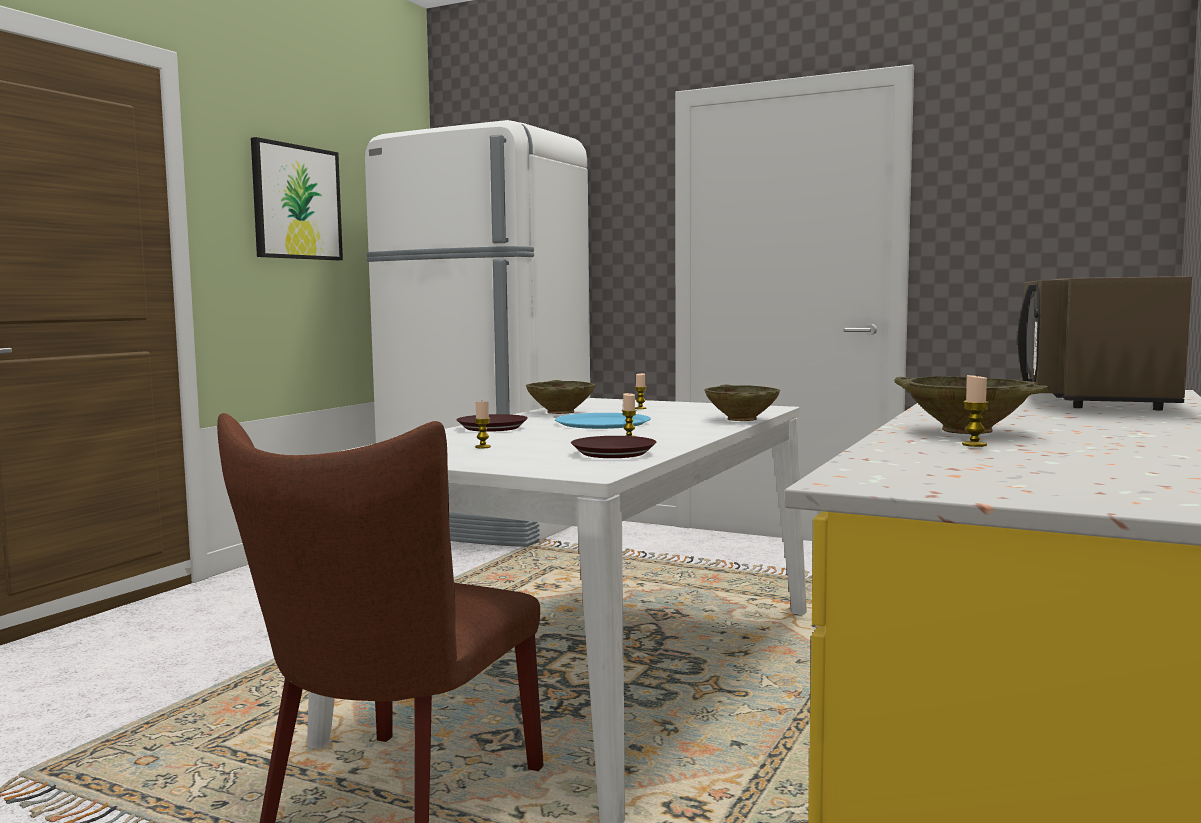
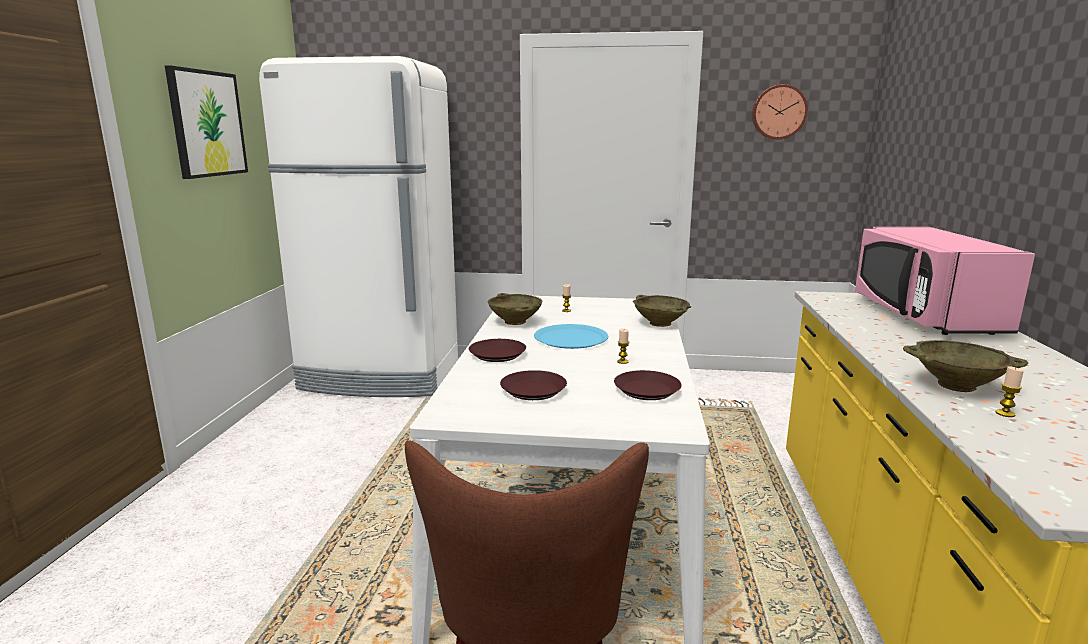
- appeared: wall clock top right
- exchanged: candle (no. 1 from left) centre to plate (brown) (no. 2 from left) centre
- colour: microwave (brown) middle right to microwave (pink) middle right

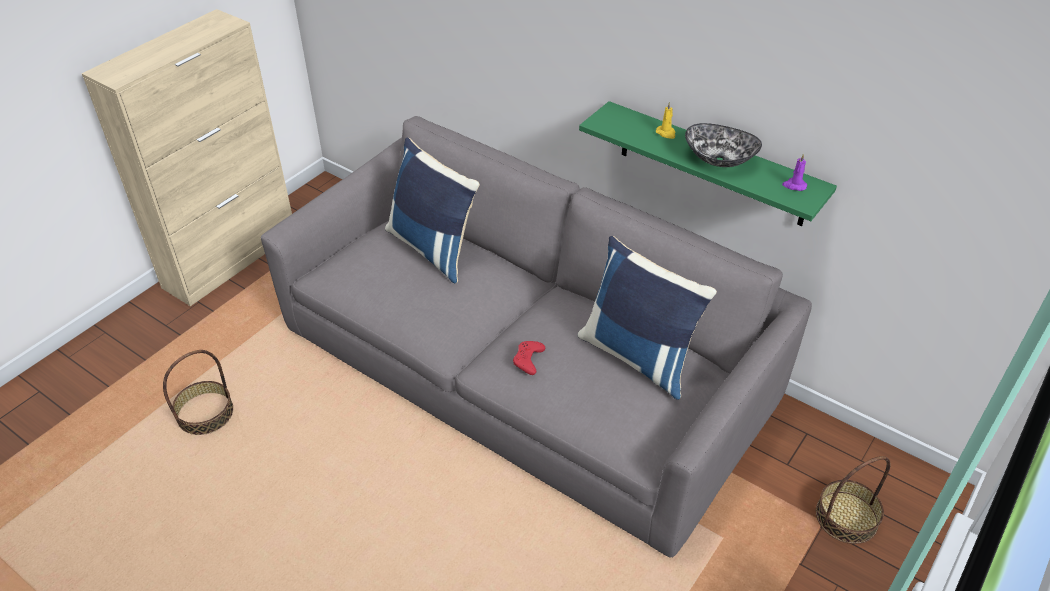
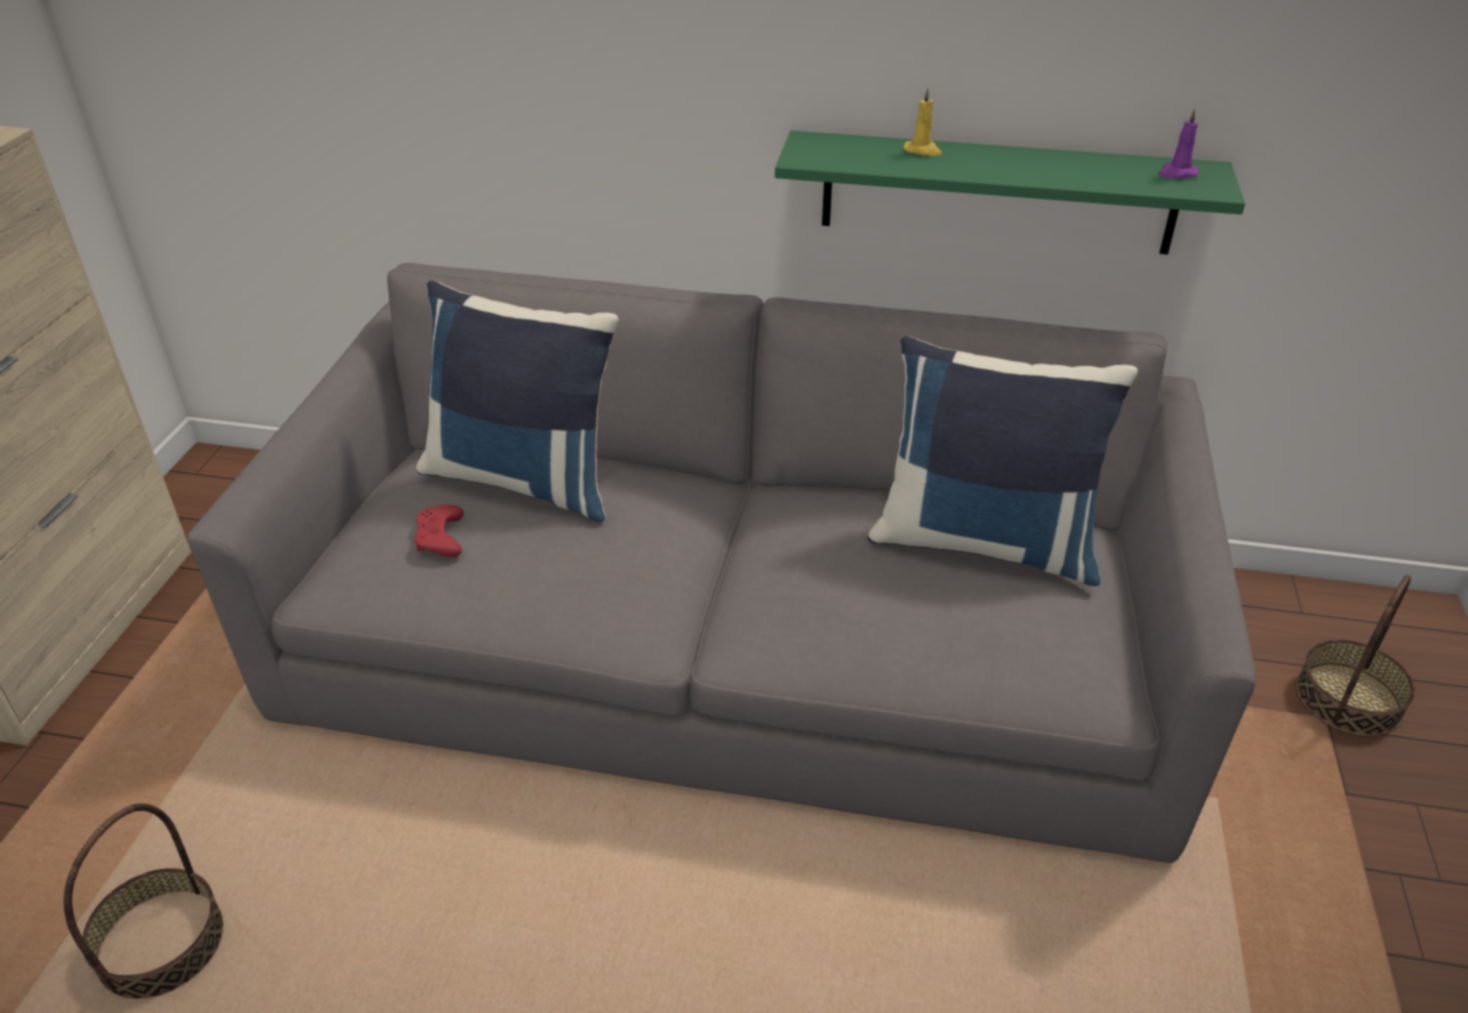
- missing: bowl top right
- relocated: game controller (red) centre to middle left

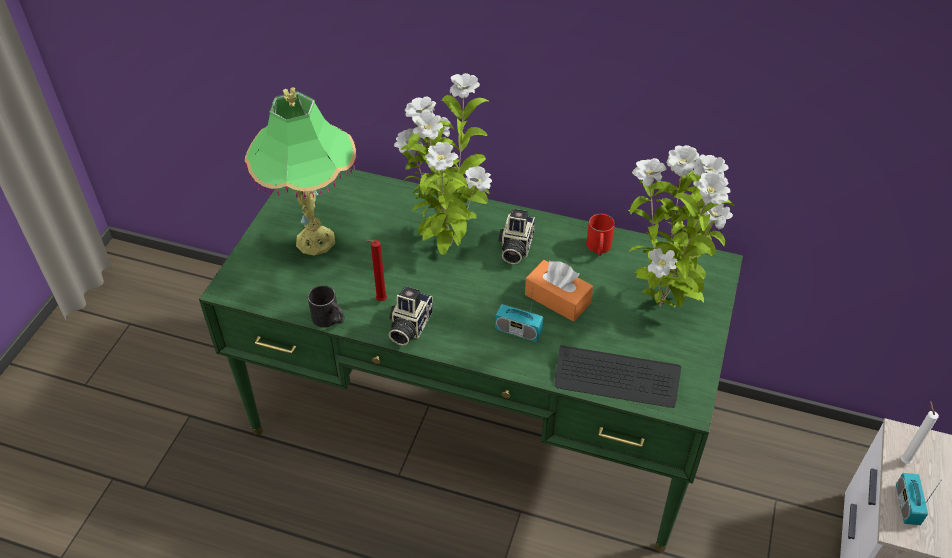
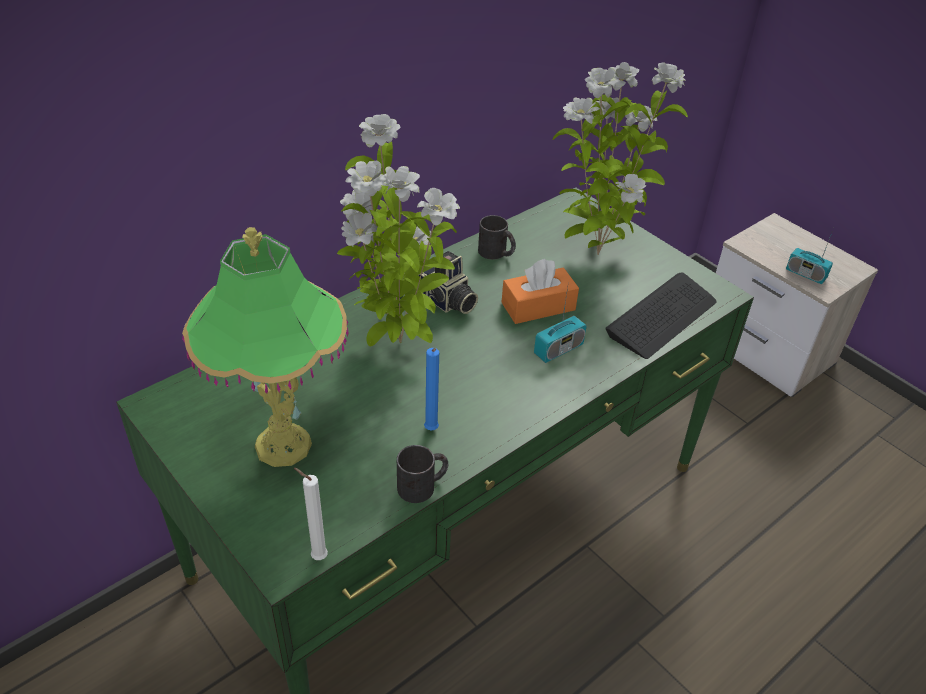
- missing: photo camera (no. 1 from left) centre
- relocated: candle (white) bottom right to bottom centre
- colour: candle (red) centre to candle (blue) centre
- colour: mug (red) centre to mug (black) (no. 2 from left) centre

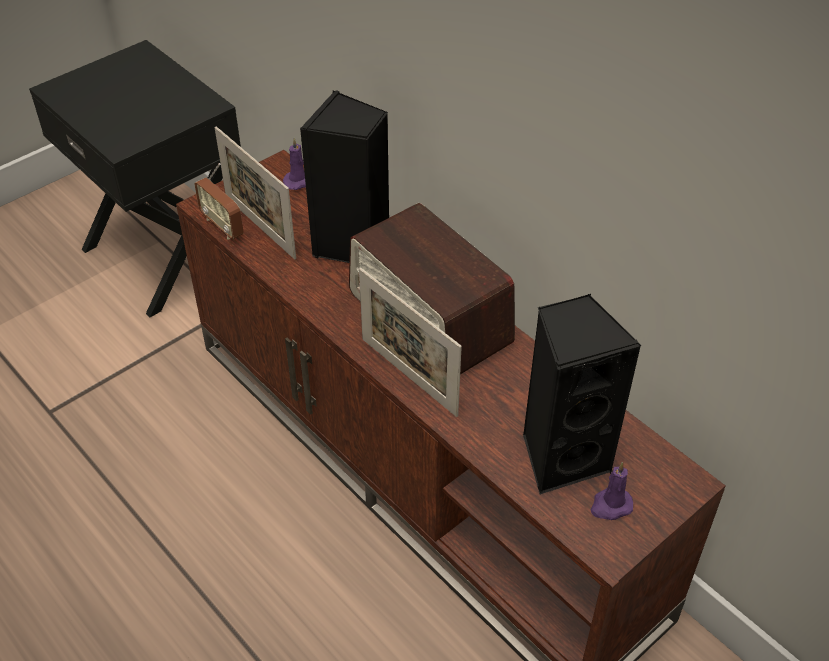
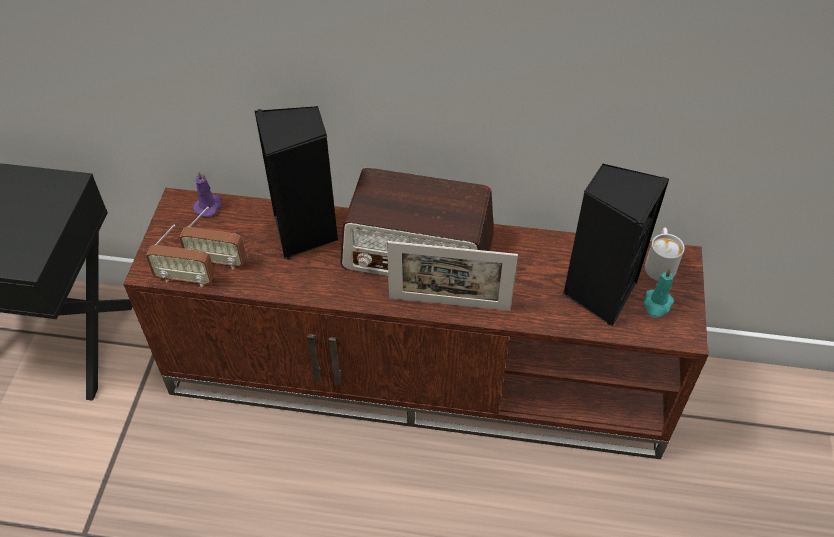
- appeared: mug (white) middle right
- exchanged: picture frame (no. 1 from left) top left to radio (no. 2 from left) middle left
- colour: candle (purple) (no. 2 from left) bottom right to candle (turquoise) middle right

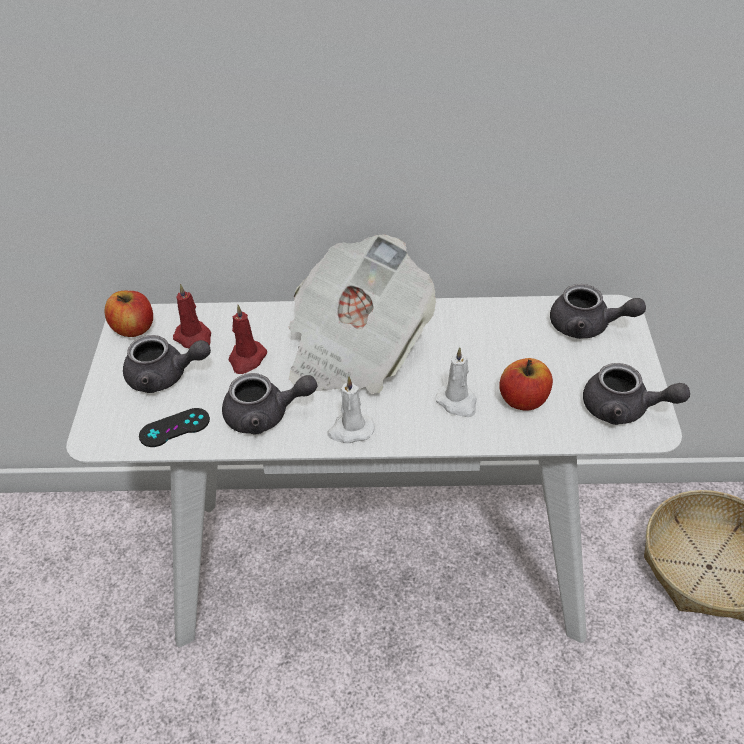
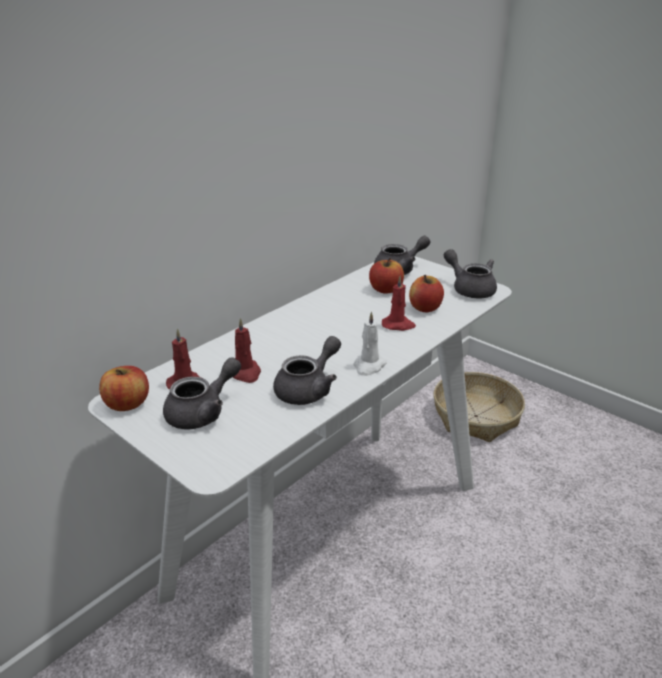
- missing: game controller (black) middle left
- missing: newspaper centre
- appeared: apple (no. 2 from left) centre
- colour: candle (white) (no. 2 from left) centre to candle (red) (no. 3 from left) centre
- spun: teapot (grey) (no. 4 from left) middle right = middle right 105 degrees counterclockwise

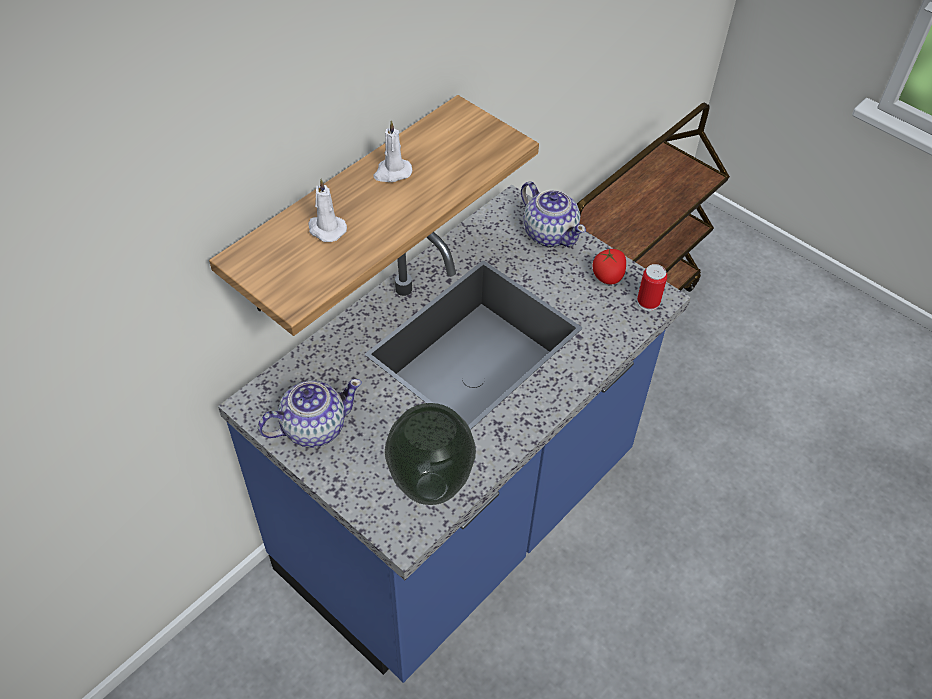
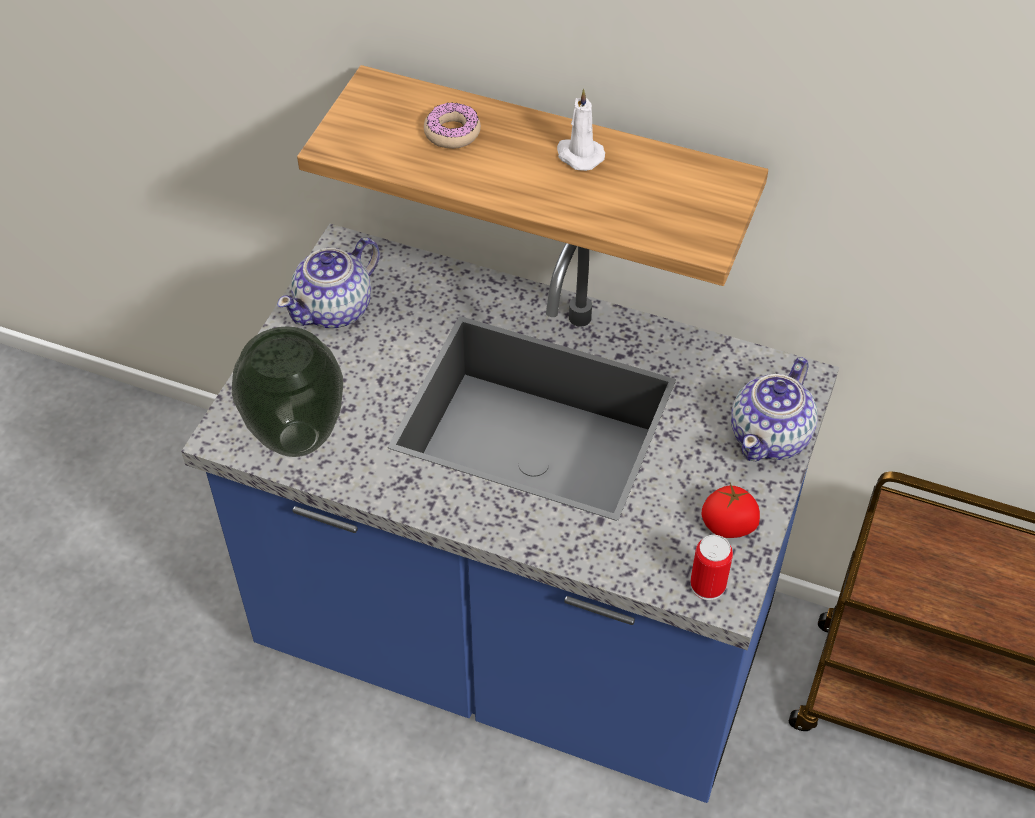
- exchanged: candle (white) (no. 1 from left) top centre to donut top centre
- spun: teapot (no. 1 from left) middle left = middle left 90 degrees clockwise

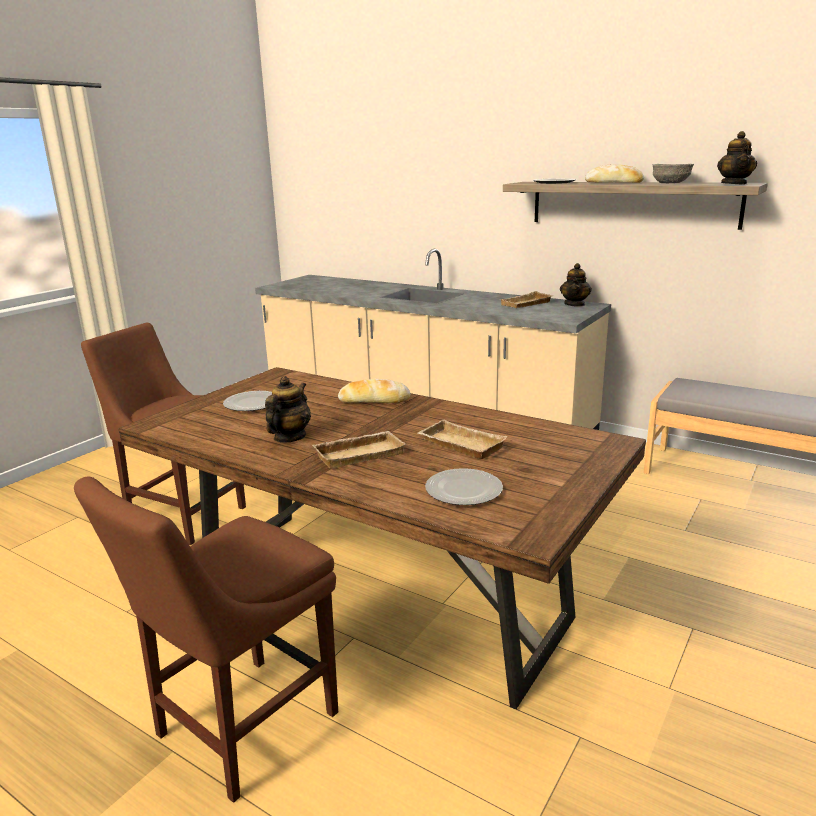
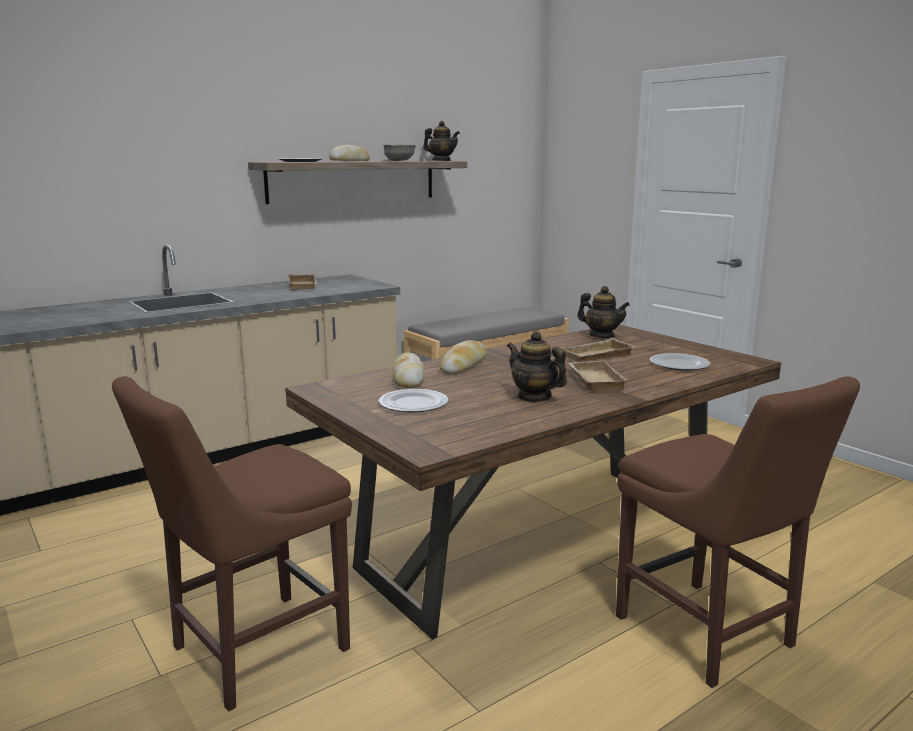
- appeared: bread (no. 2 from left) centre
- relocated: teapot (no. 2 from left in the first image) middle right to teapot (no. 3 from left) centre

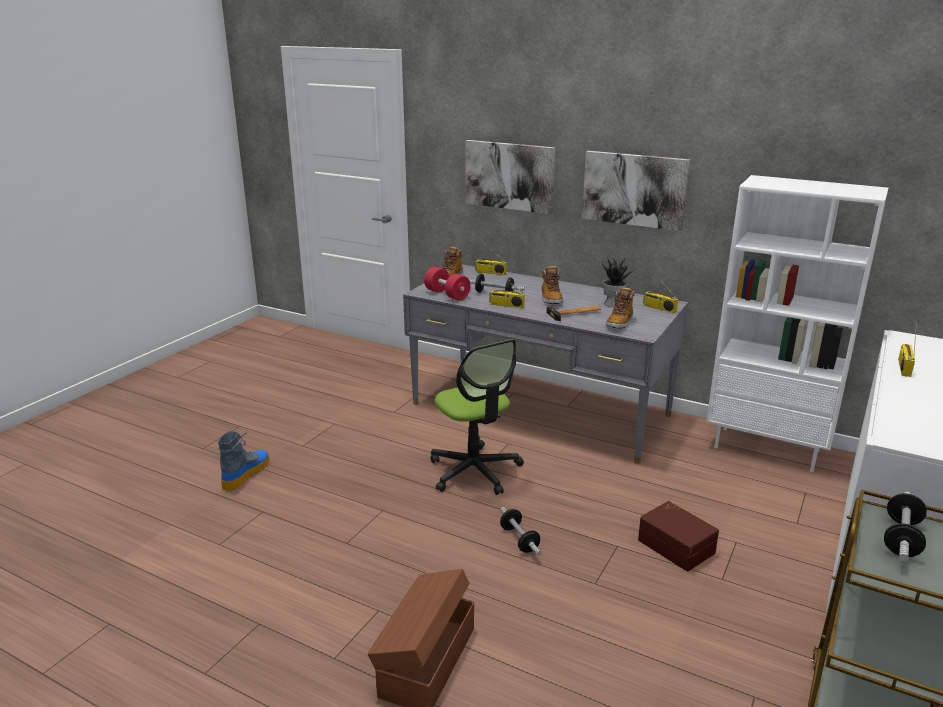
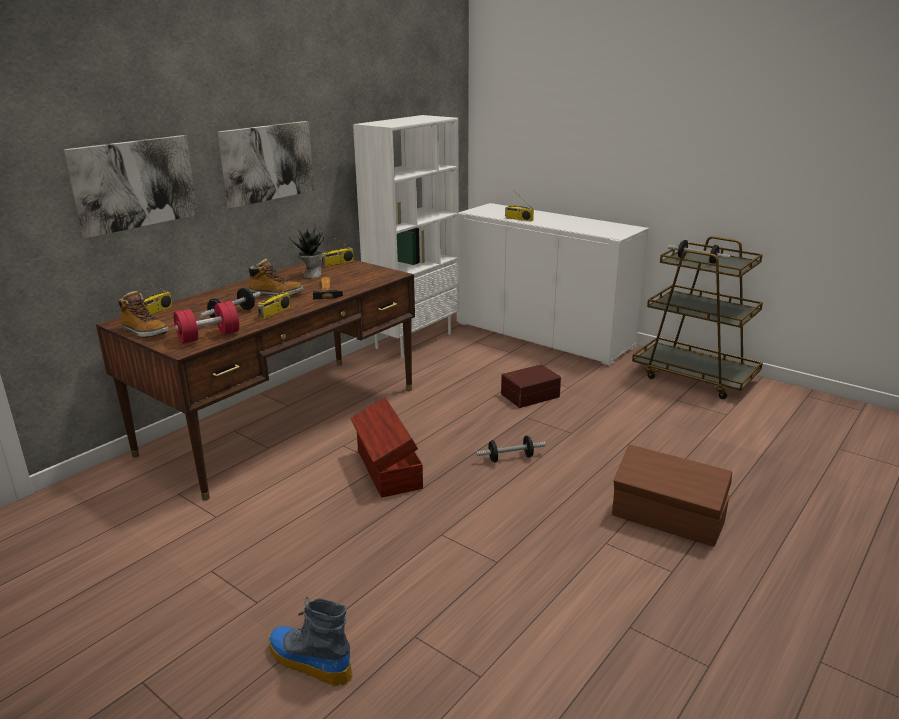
- missing: boot (no. 4 from left) centre
- exchanged: office chair centre to storage box (brown) (no. 1 from left) centre
- colour: desk (grey) centre to desk (brown) middle left

